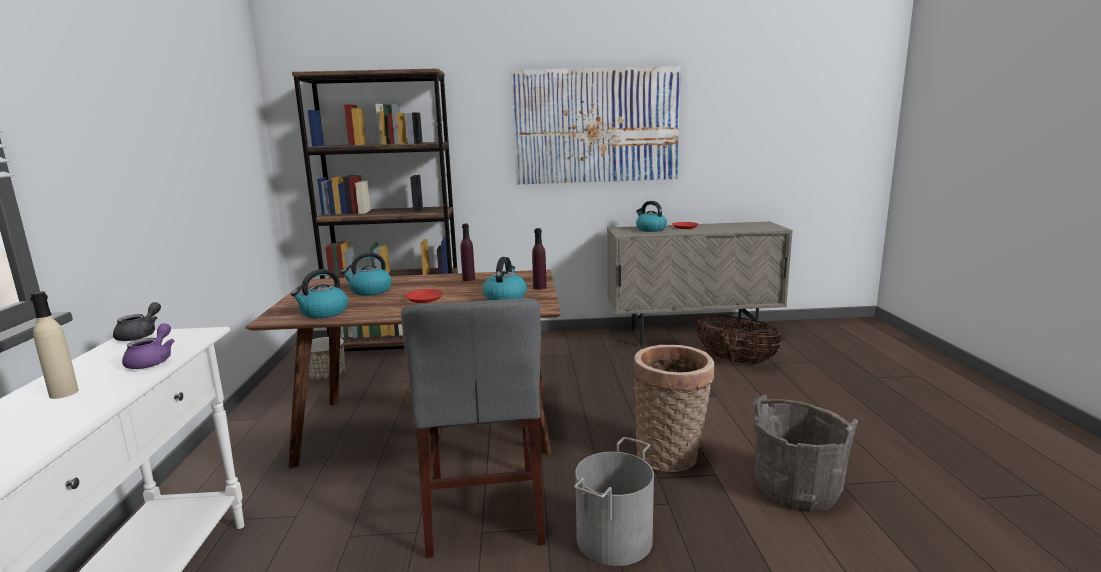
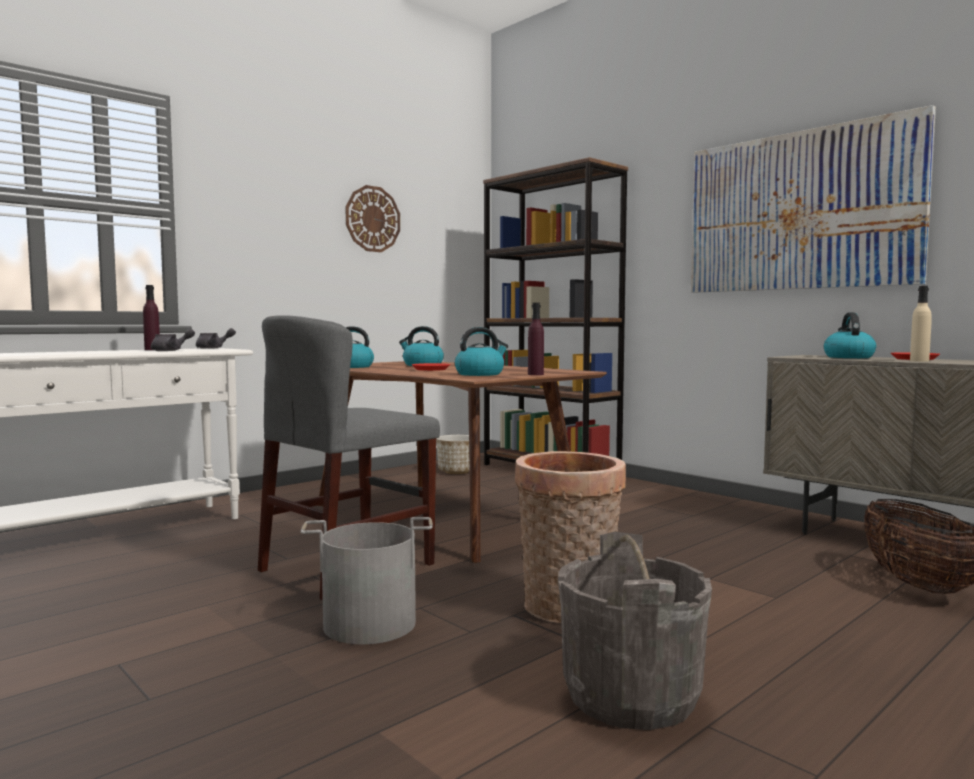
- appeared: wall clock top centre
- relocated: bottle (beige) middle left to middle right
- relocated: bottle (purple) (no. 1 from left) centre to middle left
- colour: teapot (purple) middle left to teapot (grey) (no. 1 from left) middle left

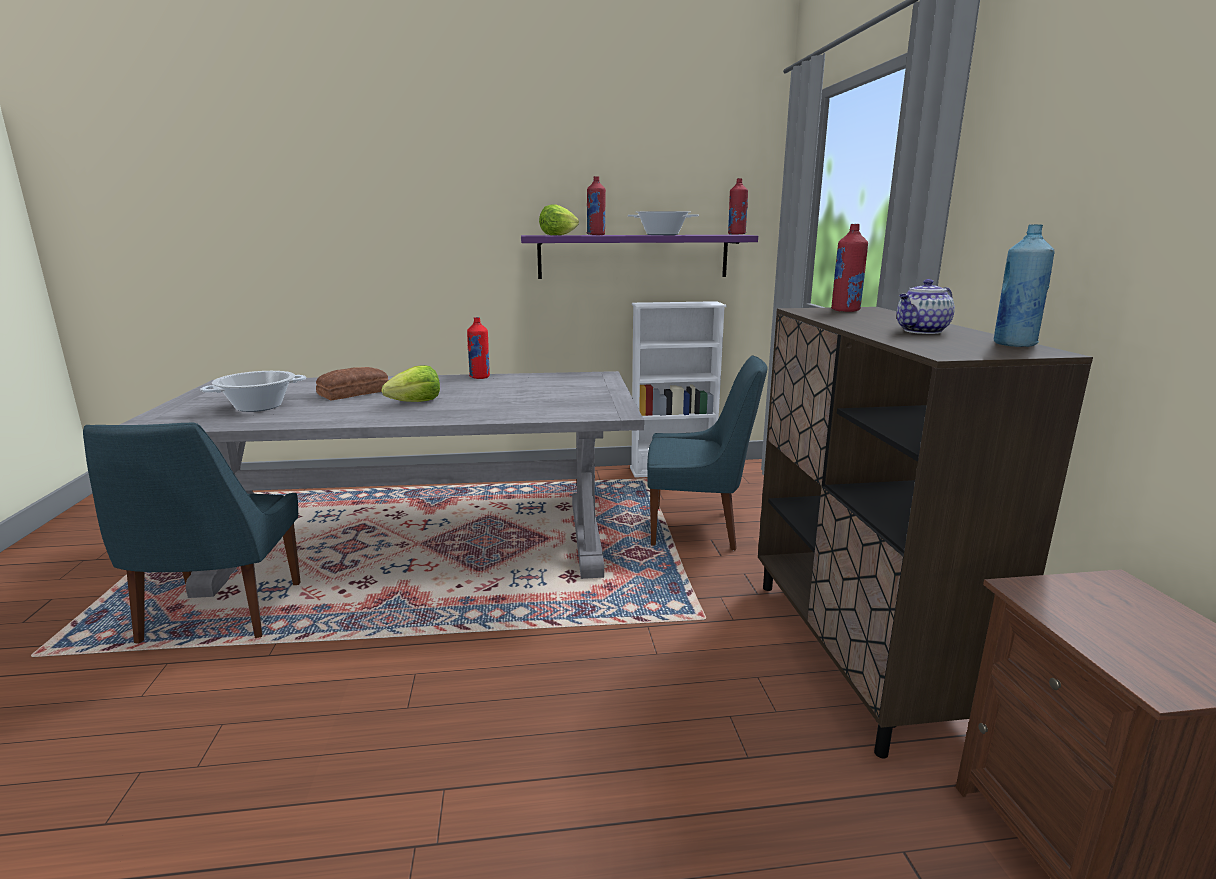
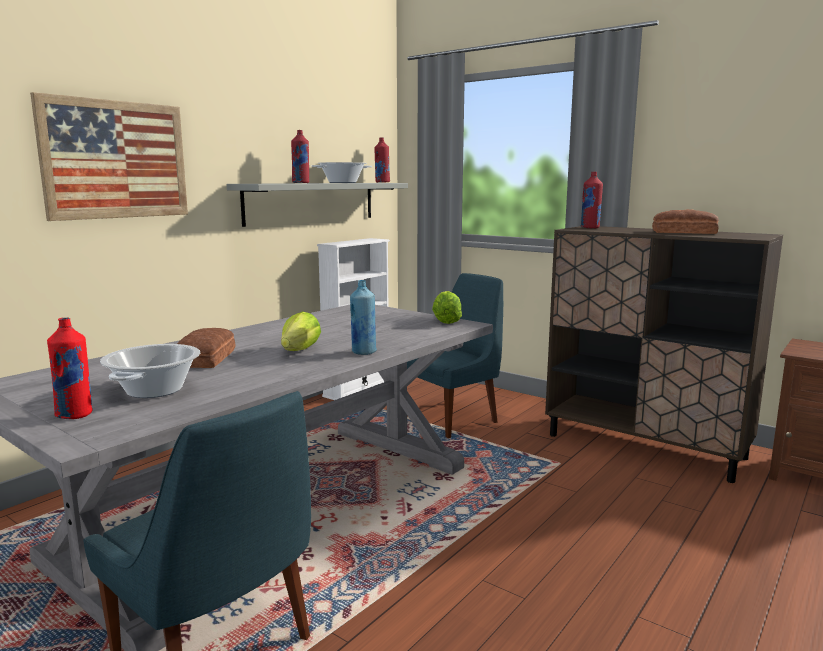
- appeared: picture top left
- relocated: bottle (red) (no. 1 from left) centre to middle left
- relocated: lettuce (no. 2 from left) top centre to centre
- relocated: bottle (blue) top right to centre
- exchanged: teapot middle right to bread (no. 2 from left) middle right
- colour: shelf (purple) top centre to shelf (grey) top centre

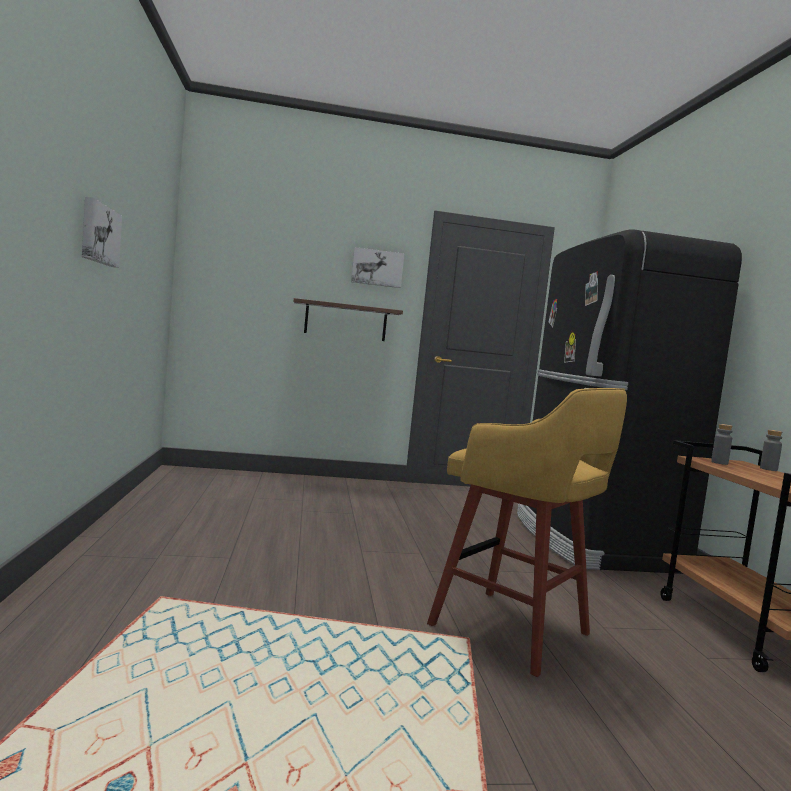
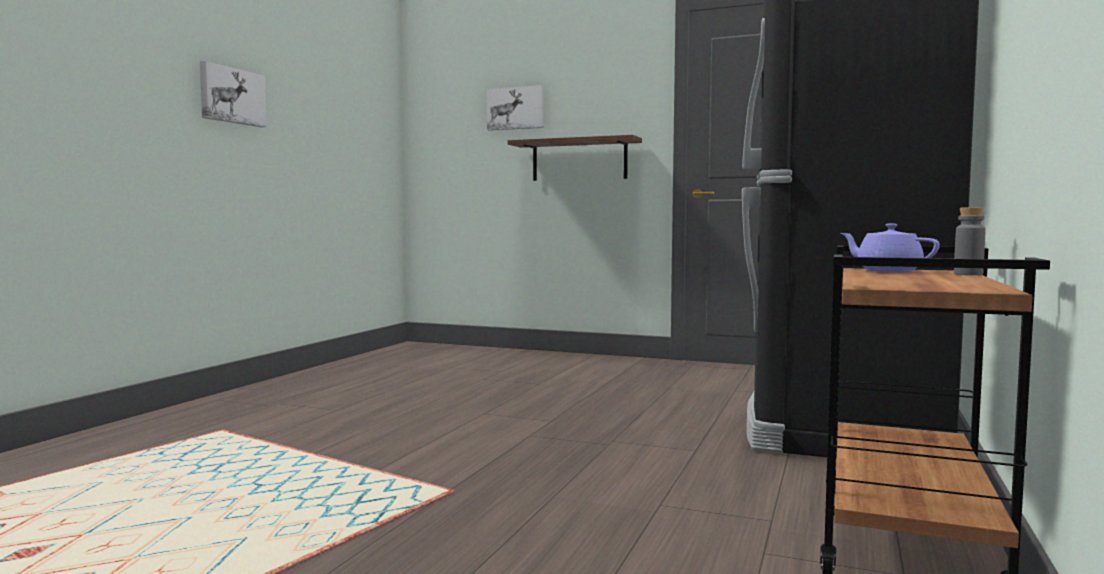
- missing: stool (yellow) bottom centre
- relocated: picture (no. 2 from left) centre to top centre
- exchanged: bottle (grey) (no. 1 from left) middle right to teapot (purple) middle right

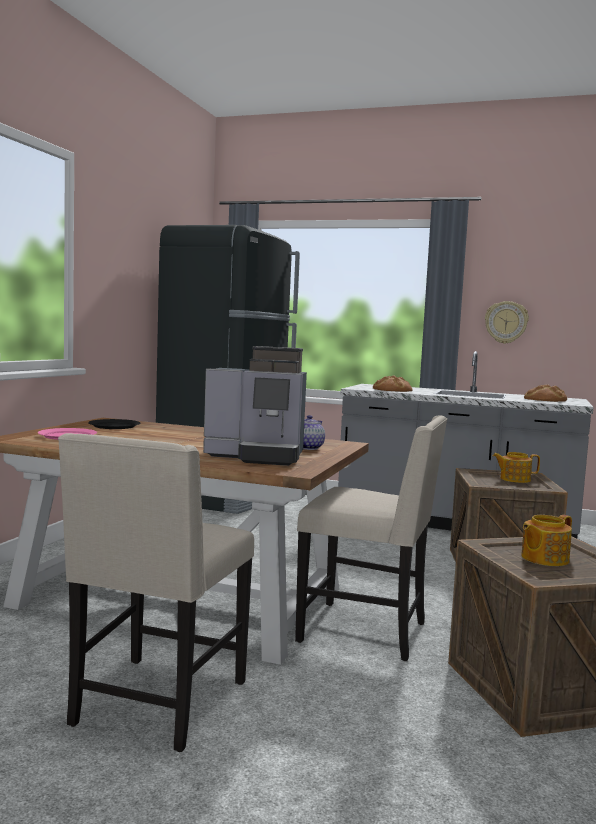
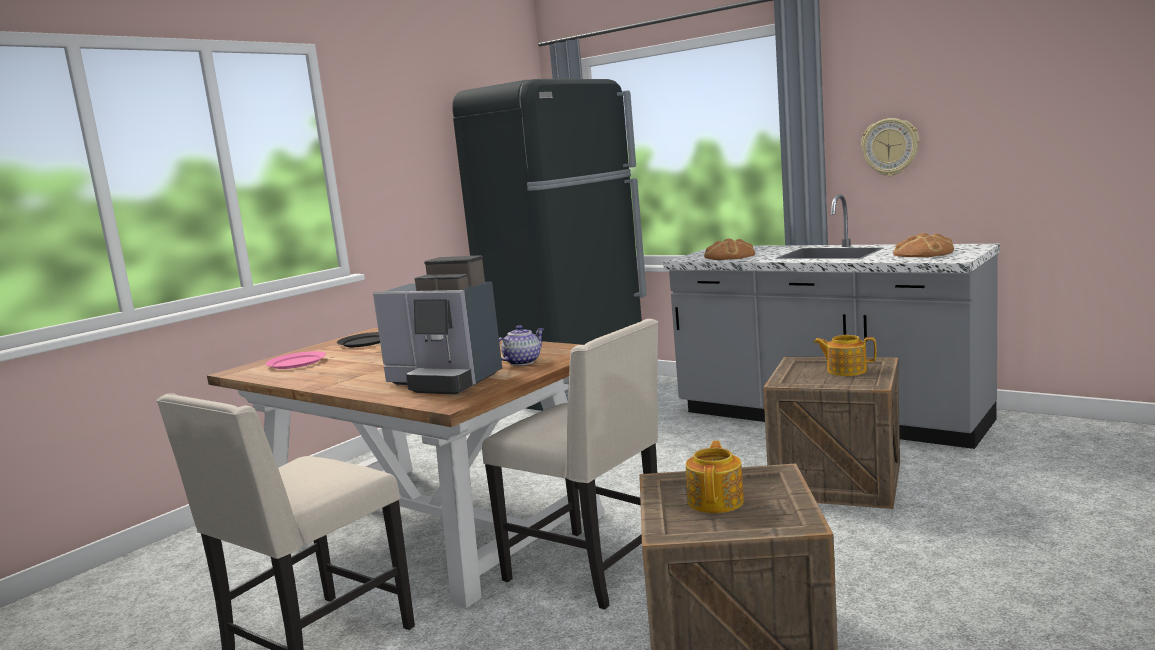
- spun: teapot (no. 3 from left in the first image) middle right = bottom centre 120 degrees clockwise

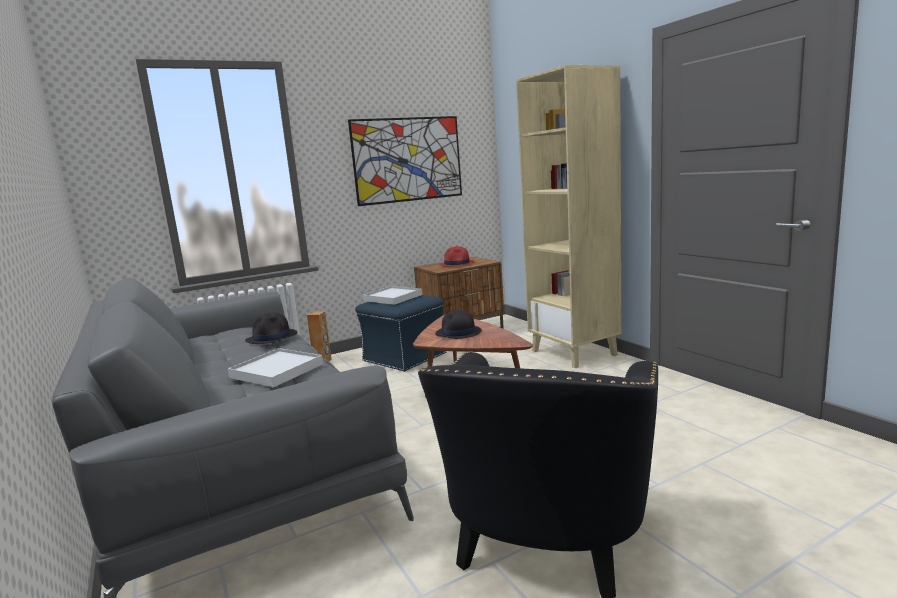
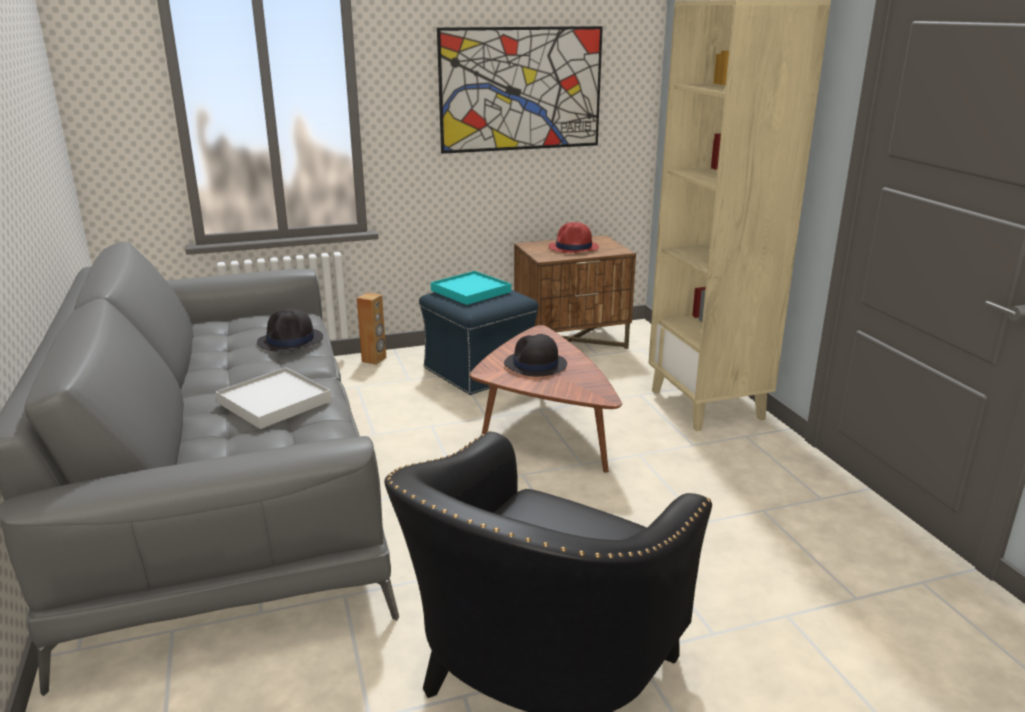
- colour: tray (white) (no. 2 from left) centre to tray (turquoise) centre

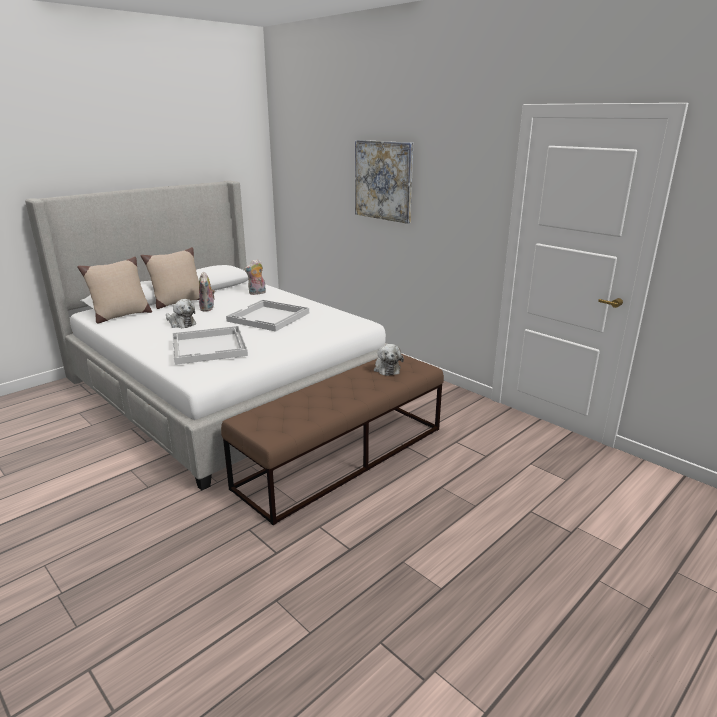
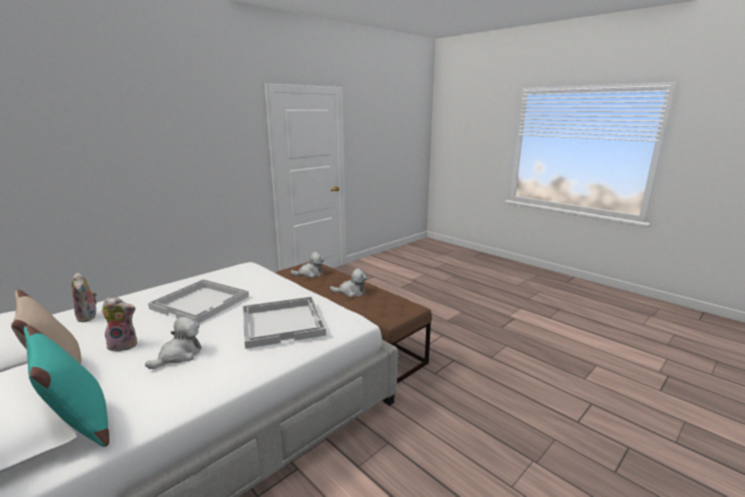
- missing: picture top centre
- appeared: plush toy (no. 5 from left) centre
- colour: pillow (beige) (no. 1 from left) middle left to pillow (turquoise) bottom left

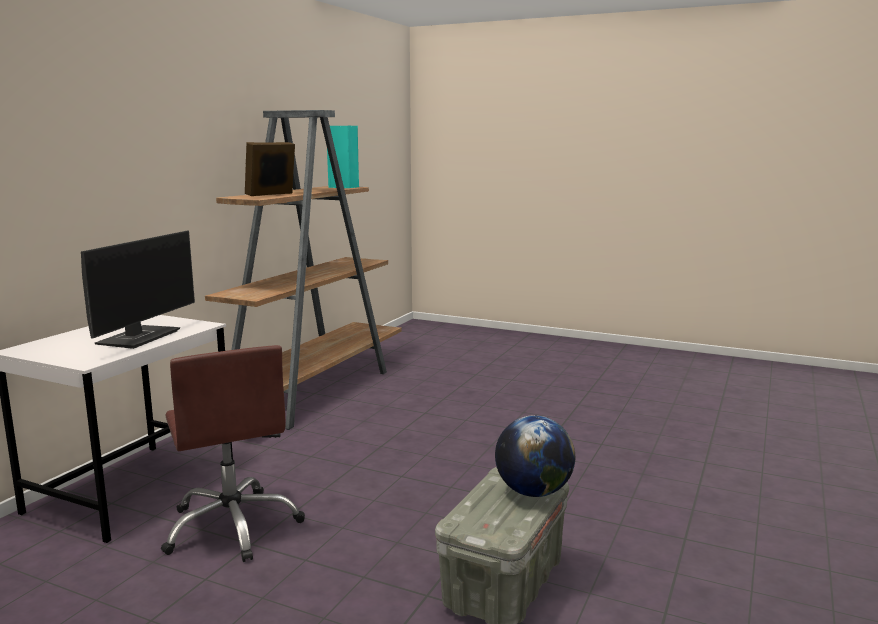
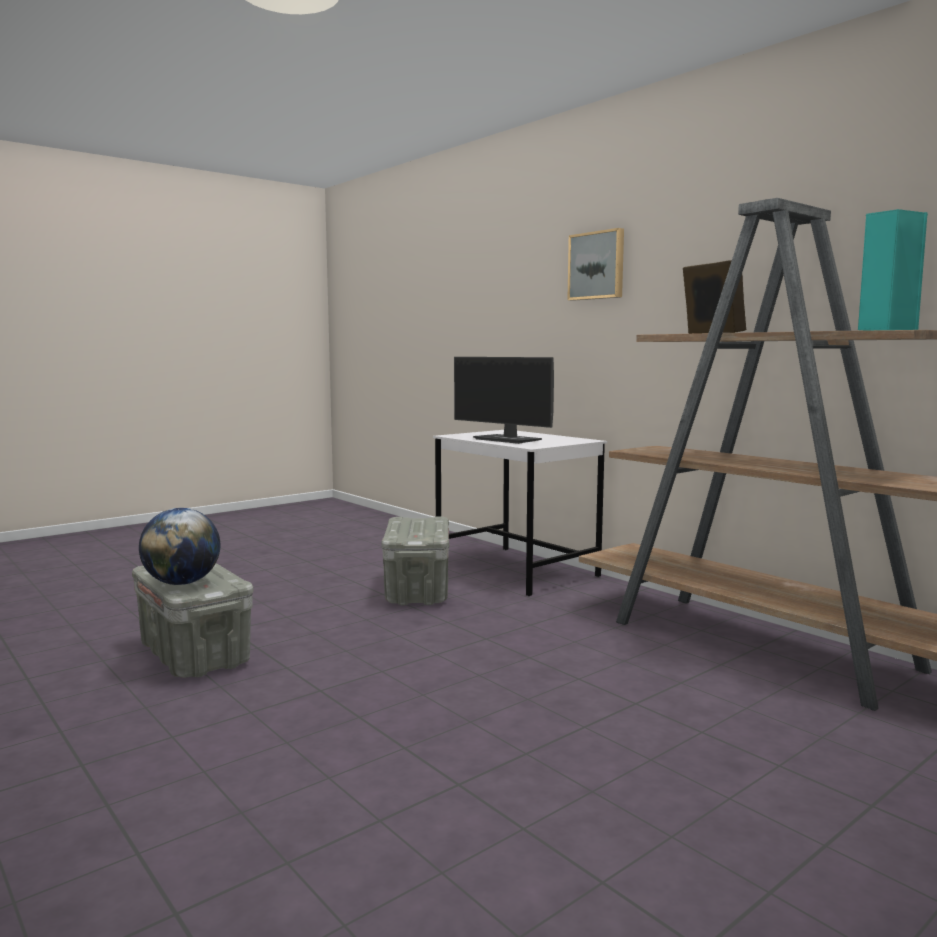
- appeared: picture top centre
- exchanged: office chair (brown) bottom left to storage box (grey) (no. 2 from left) centre

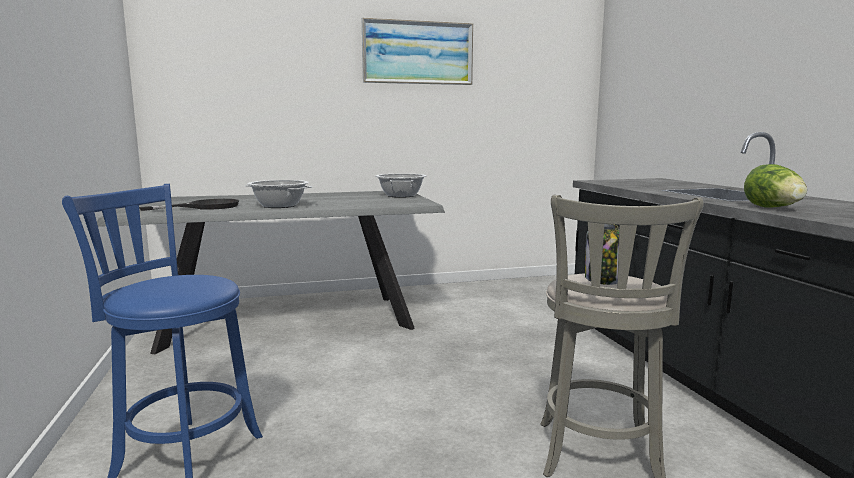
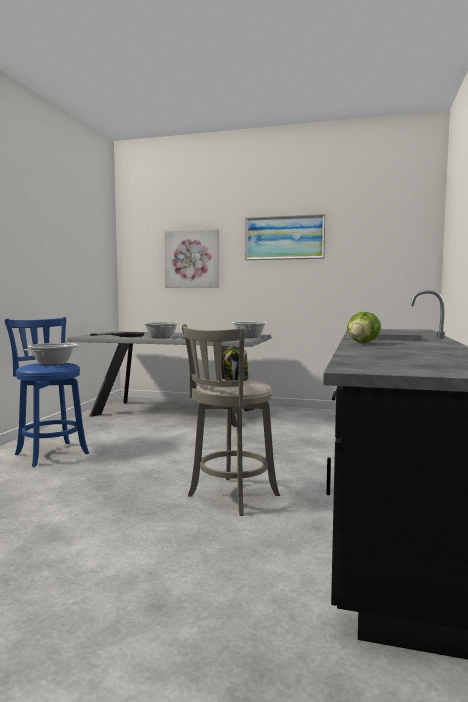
- appeared: cooking pot (no. 1 from left) middle left
- appeared: picture (no. 1 from left) centre

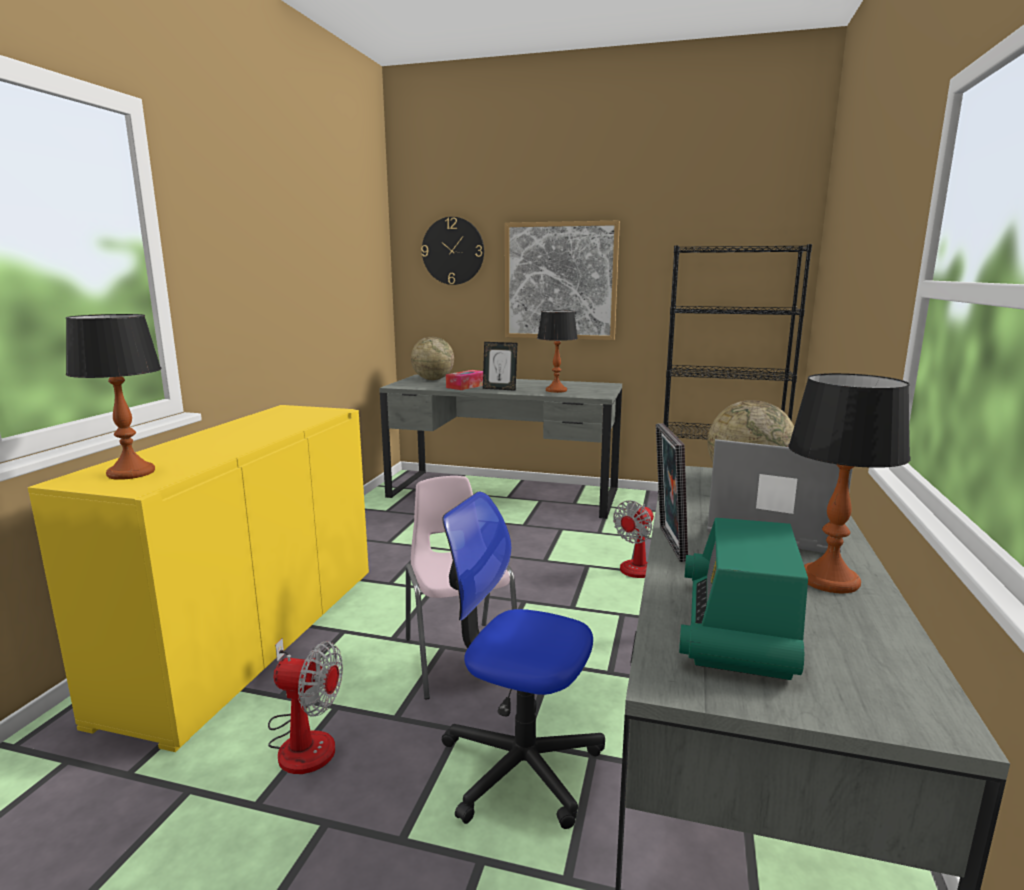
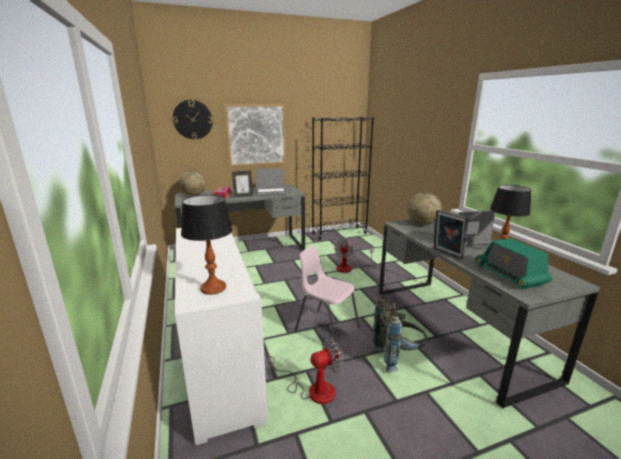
- exchanged: office chair bottom centre to backpack (grey) bottom centre
- exchanged: table lamp (no. 2 from left) centre to laptop (no. 1 from left) centre
- colour: cabinet (yellow) middle left to cabinet (white) bottom centre

